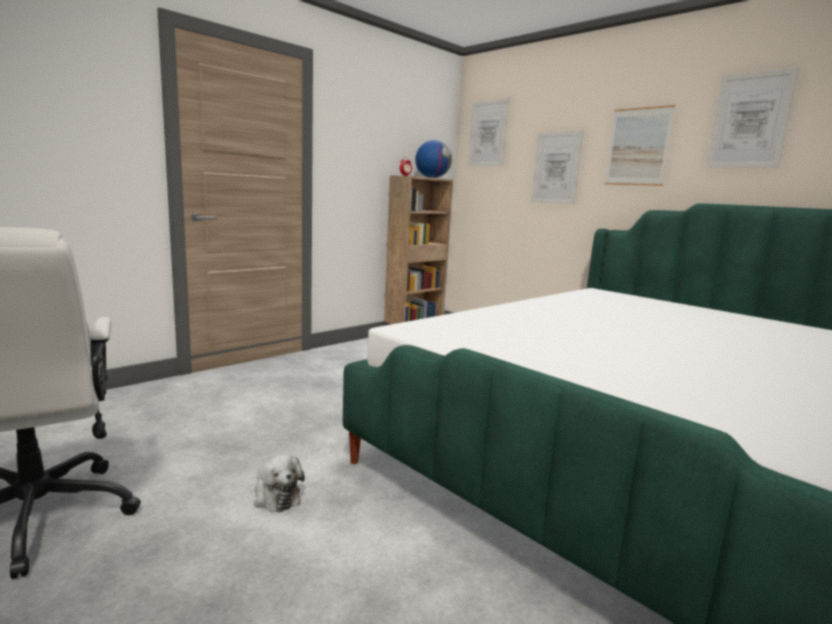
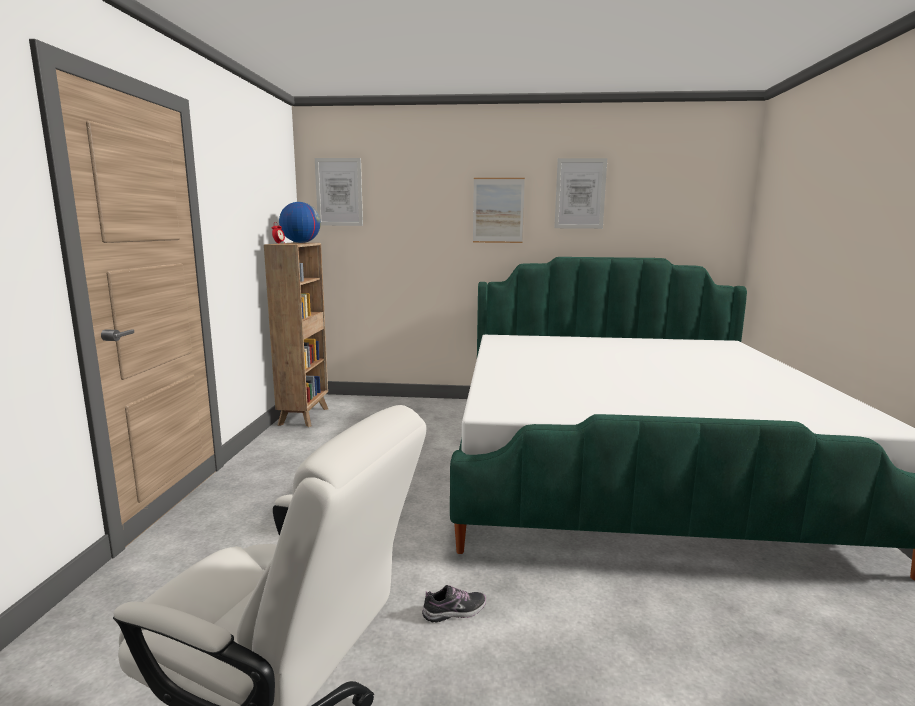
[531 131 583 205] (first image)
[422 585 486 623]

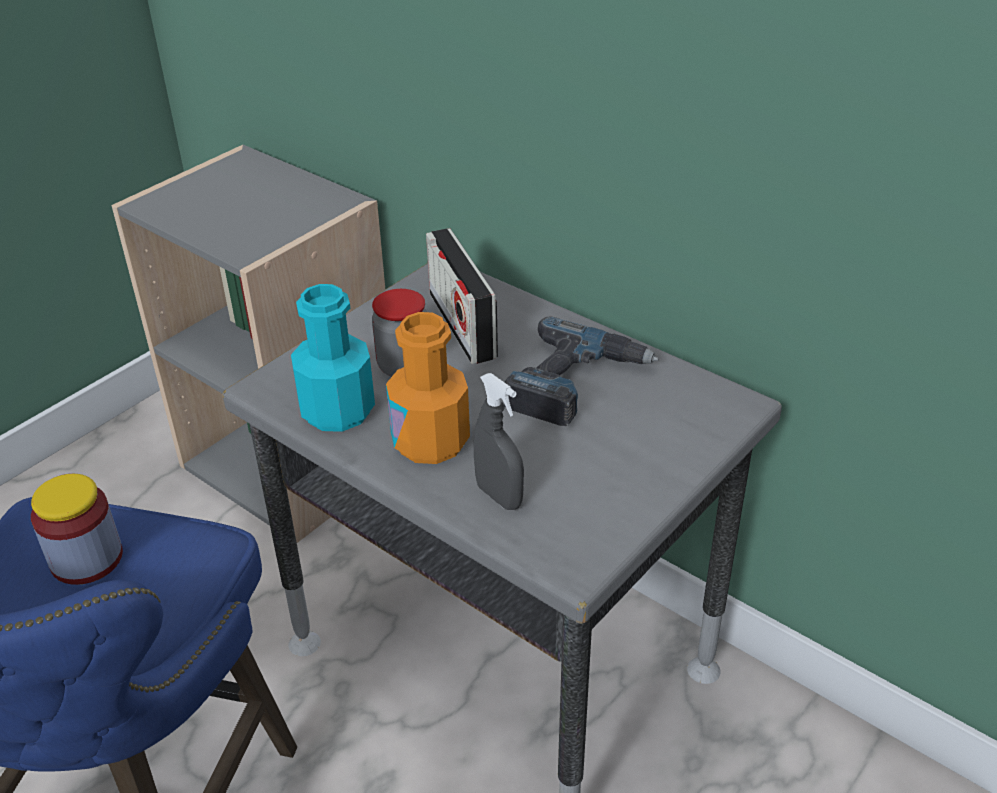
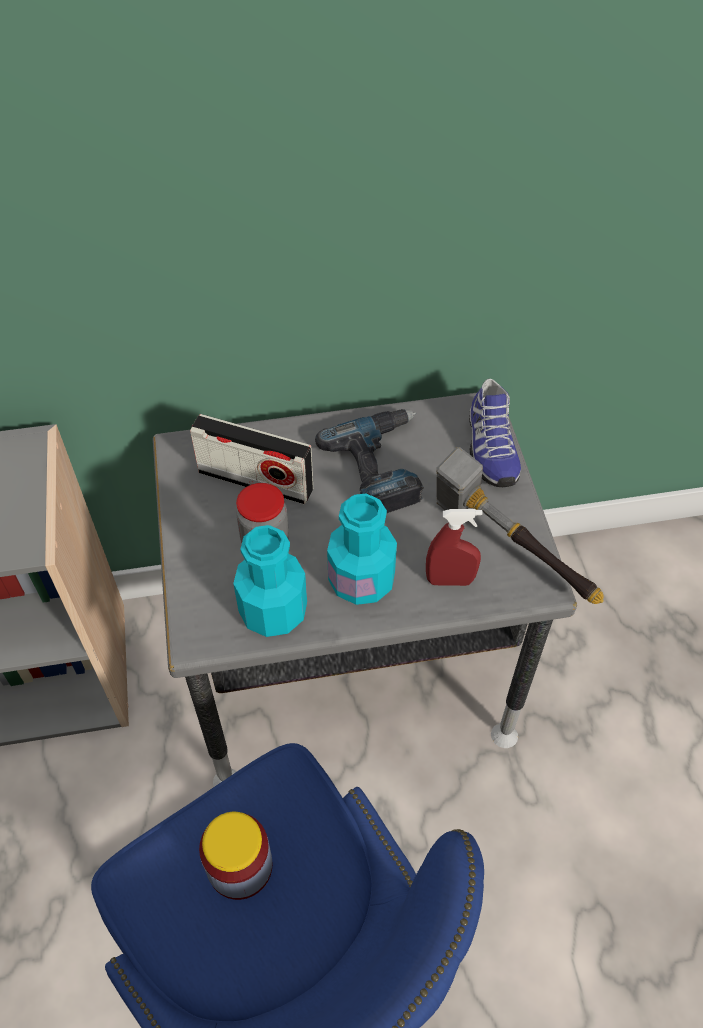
[327 494 397 605]
[426 509 482 586]
[469 379 521 487]
[436 447 604 604]

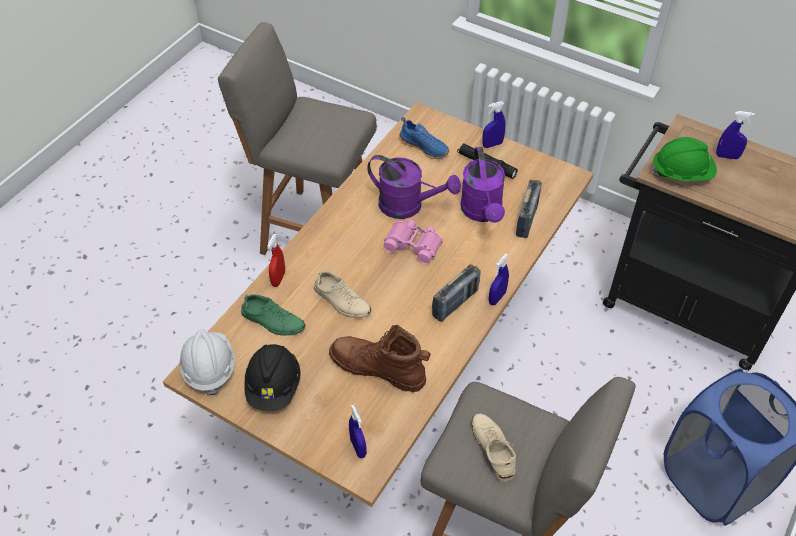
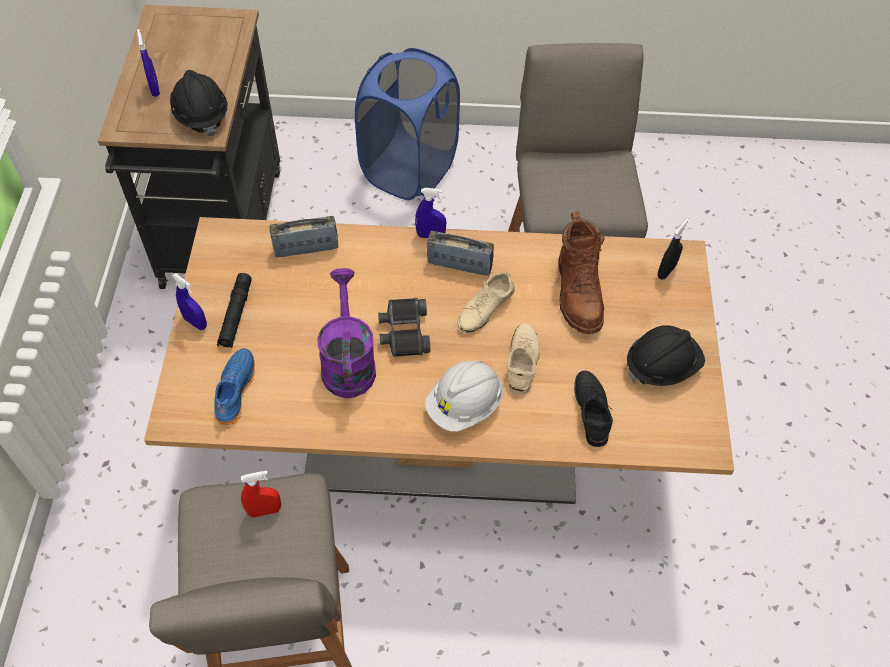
[170 70 227 136]
[460 147 505 223] (first image)
[378 298 430 357]
[241 471 281 518]
[574 371 613 447]
[425 361 503 432]
[658 218 689 279]
[457 271 514 334]

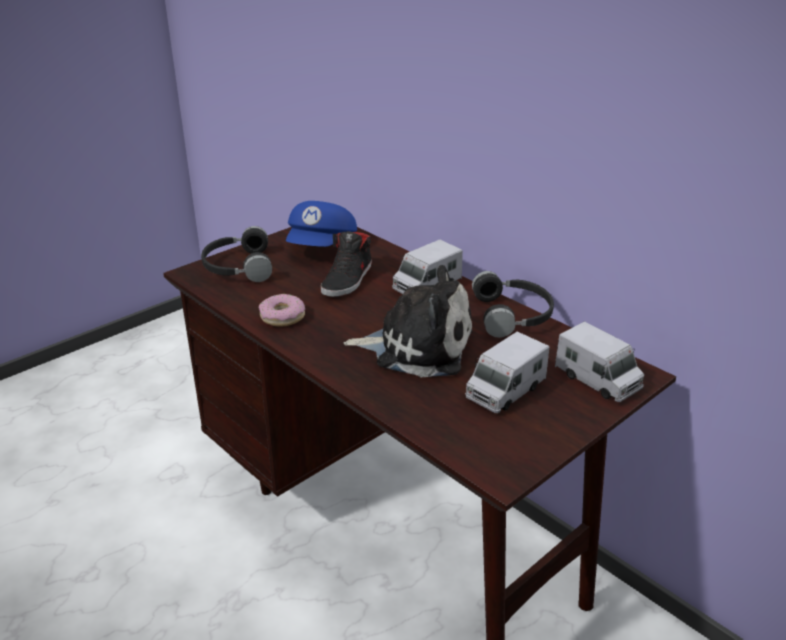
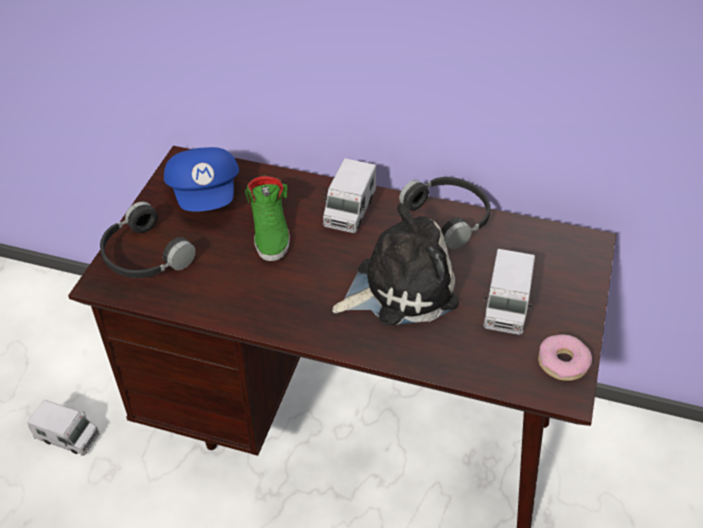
[245 176 290 261]
[538 334 592 381]
[27 400 100 456]

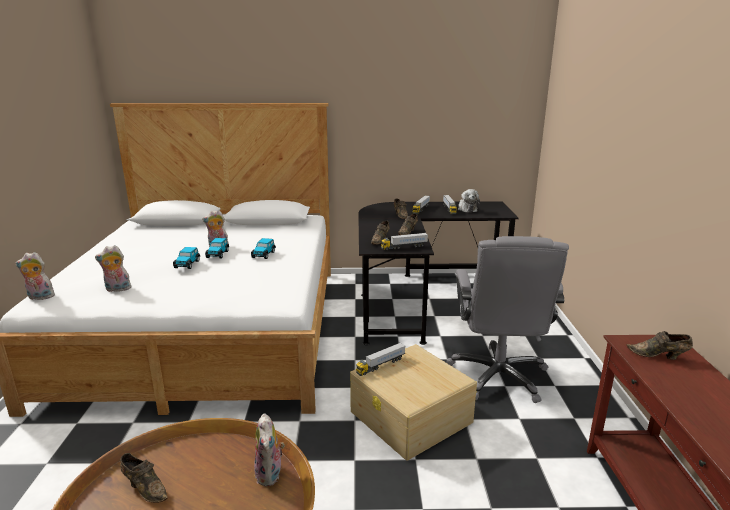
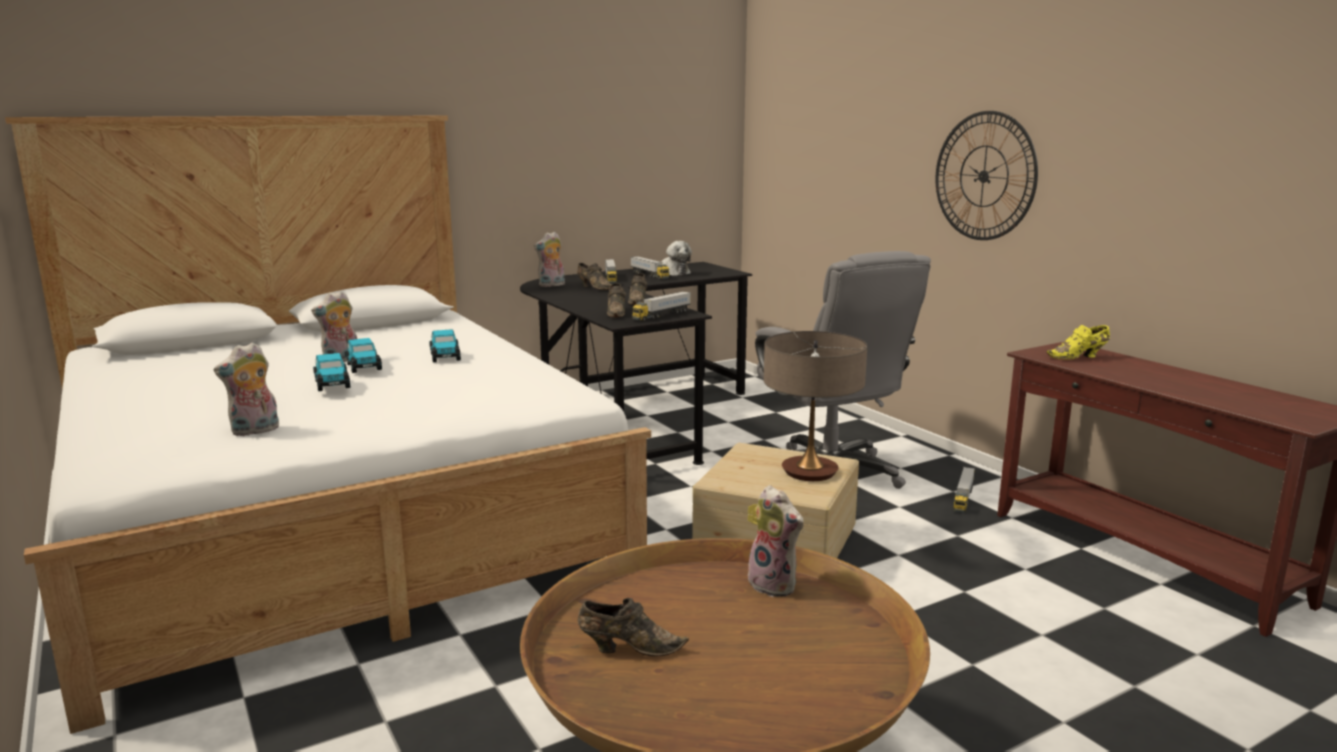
[534 232 565 287]
[1047 325 1110 359]
[953 467 975 513]
[935 111 1038 240]
[764 331 867 481]

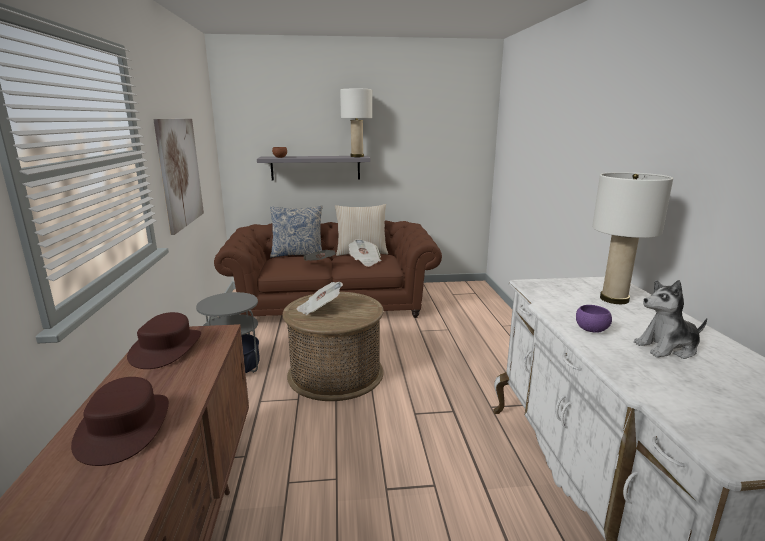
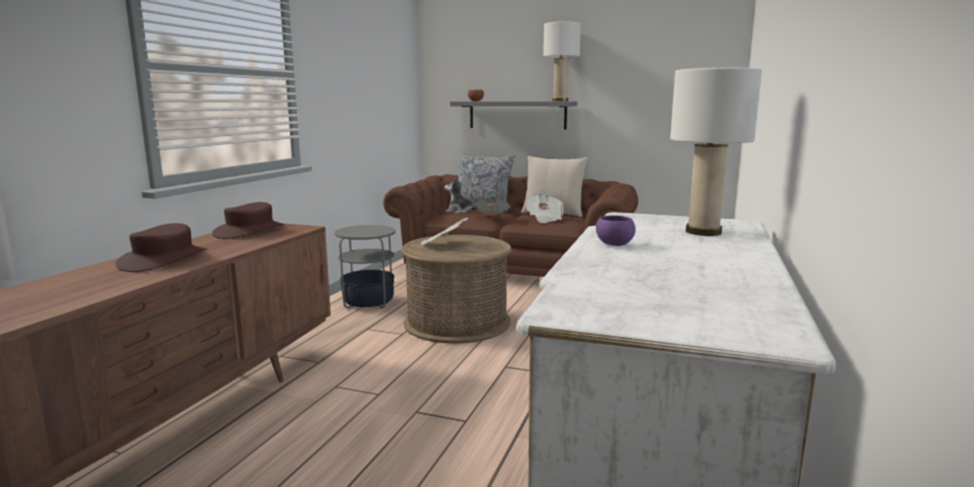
[153 119 204 235] (first image)
[444 177 476 213]

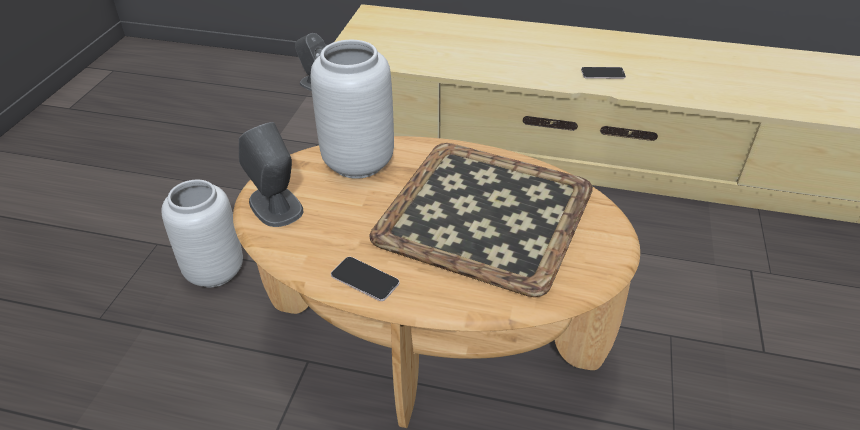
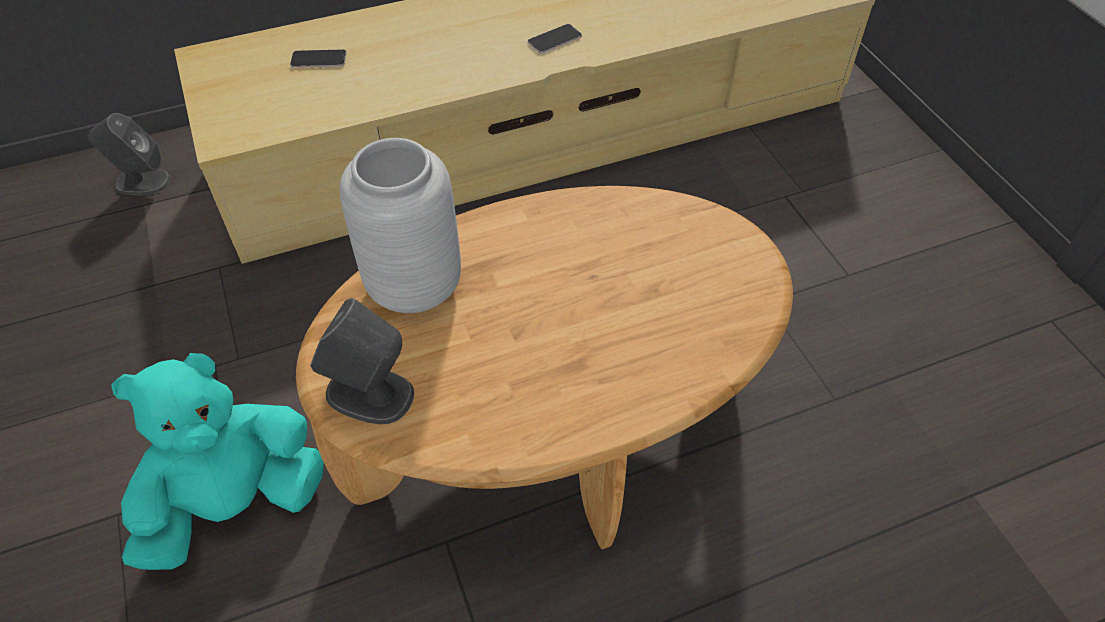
[369 143 593 297] (first image)
[111 353 324 570]
[290 49 347 68]

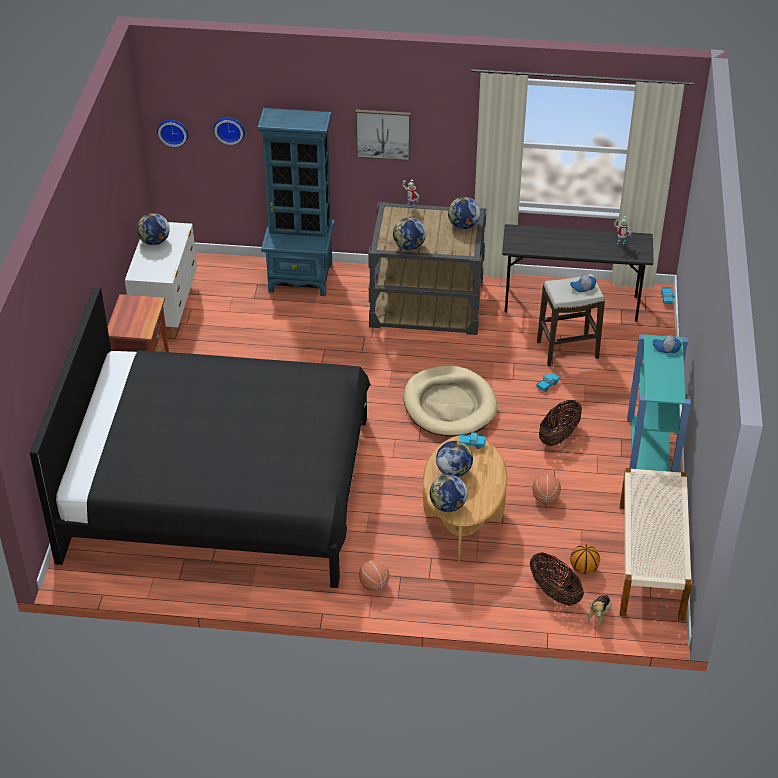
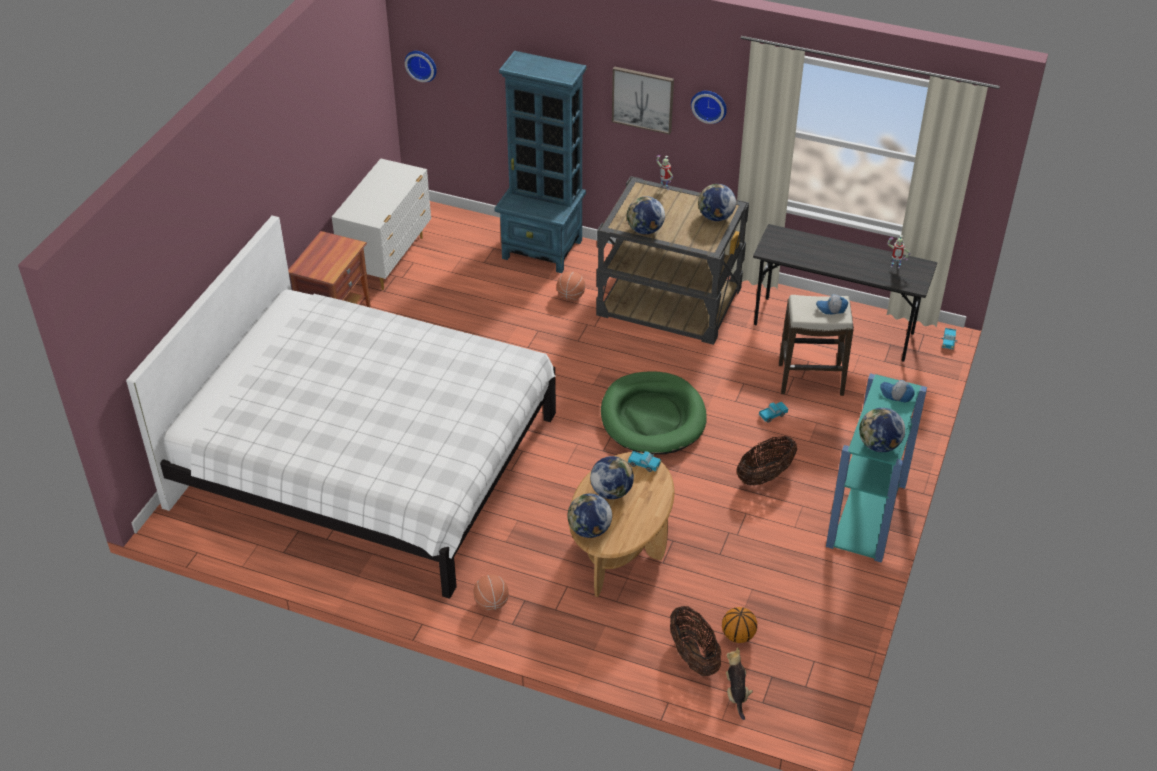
[691 91 727 124]
[859 408 905 452]
[126 215 556 599]
[601 371 706 454]
[620 468 692 621] (first image)
[557 271 585 301]
[726 647 753 720]

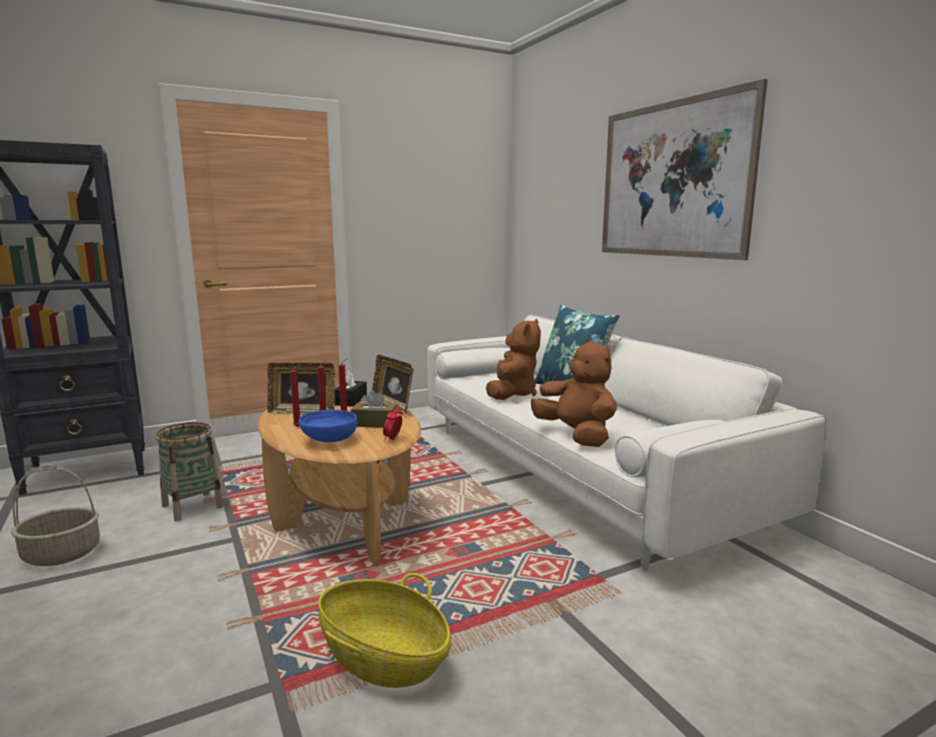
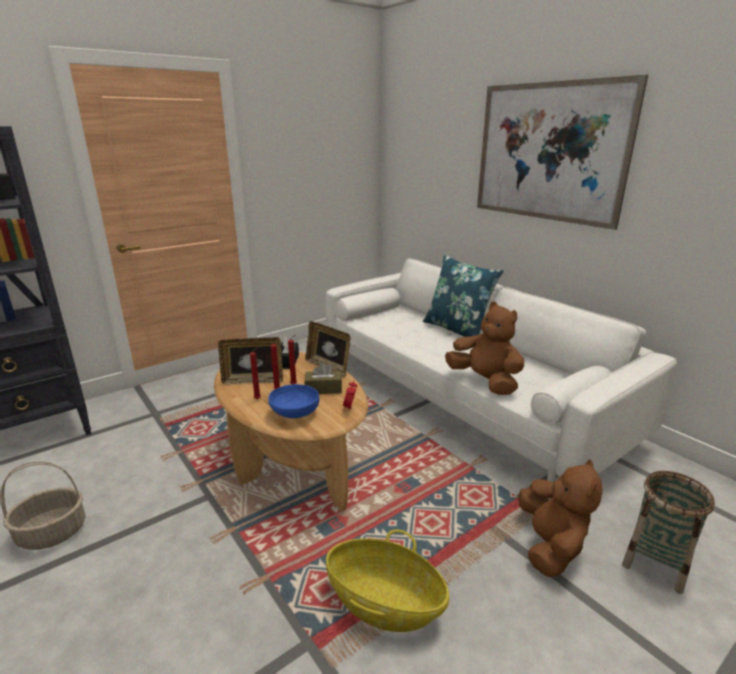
[519 459 602 577]
[622 471 715 594]

